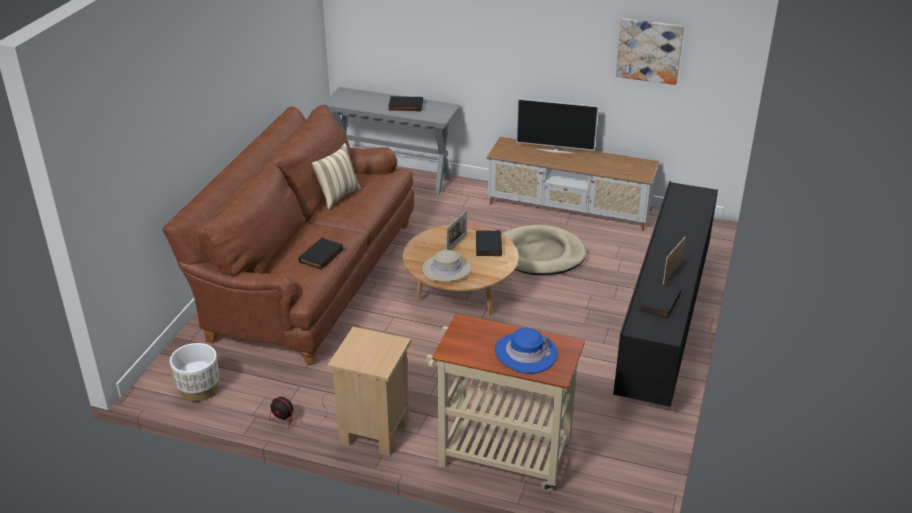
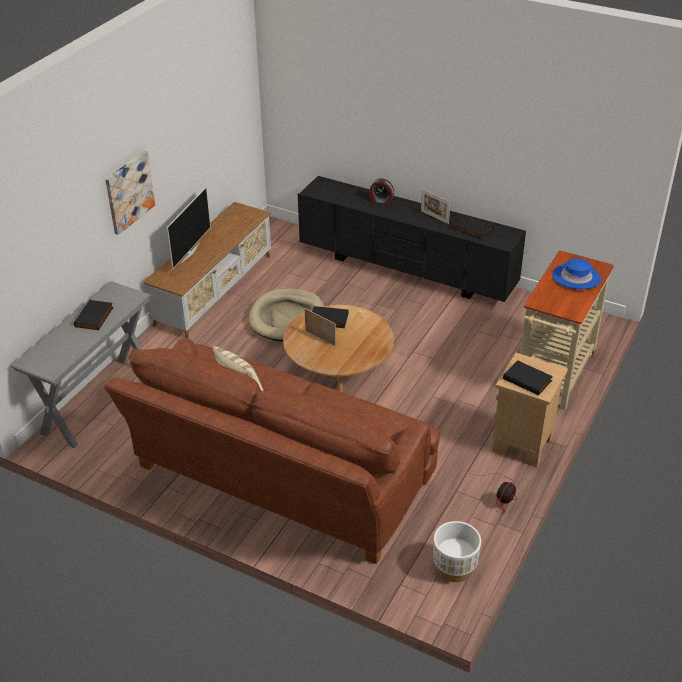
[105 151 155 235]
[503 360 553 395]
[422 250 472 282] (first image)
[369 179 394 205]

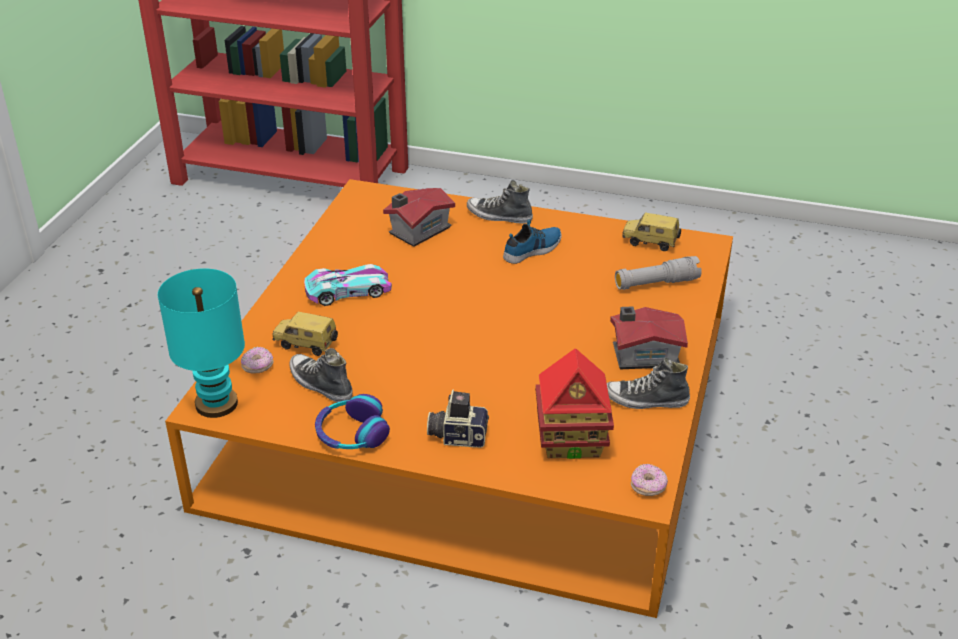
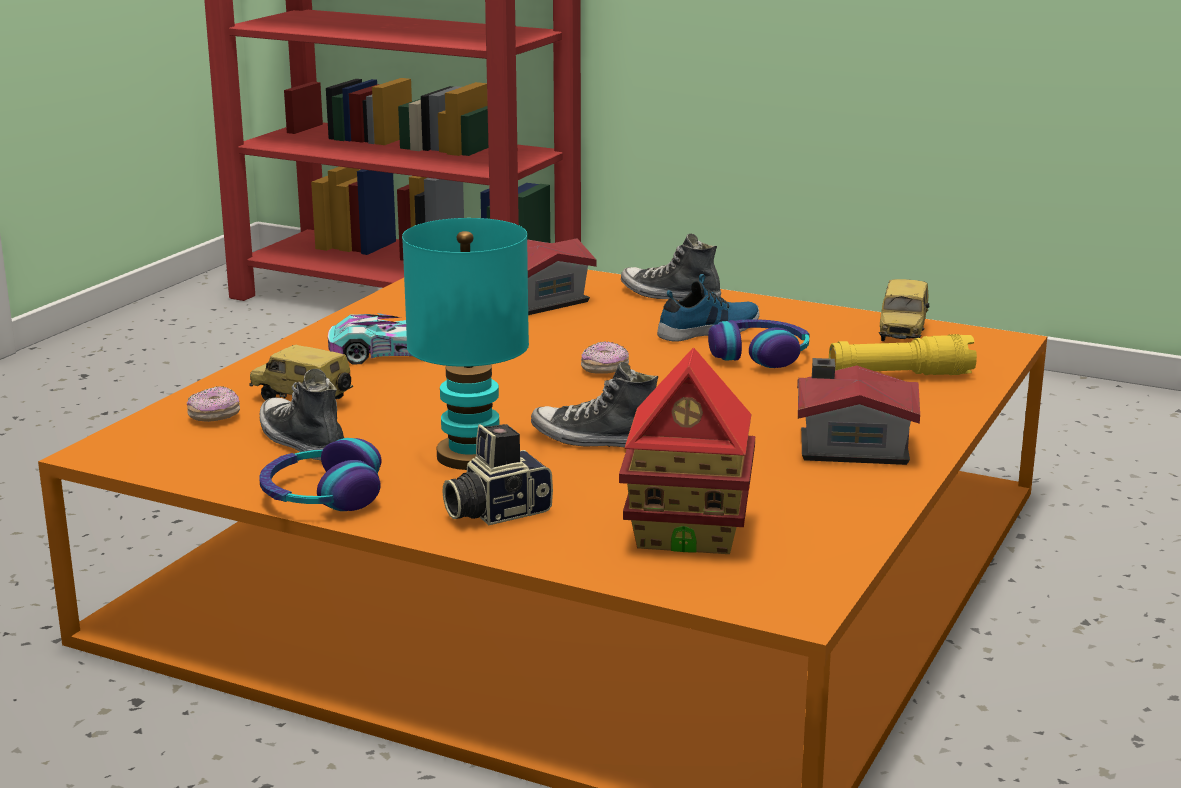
[879 279 929 341]
[829 334 977 375]
[402 218 529 470]
[531 362 658 447]
[442 424 553 525]
[581 341 629 374]
[708 319 810 368]

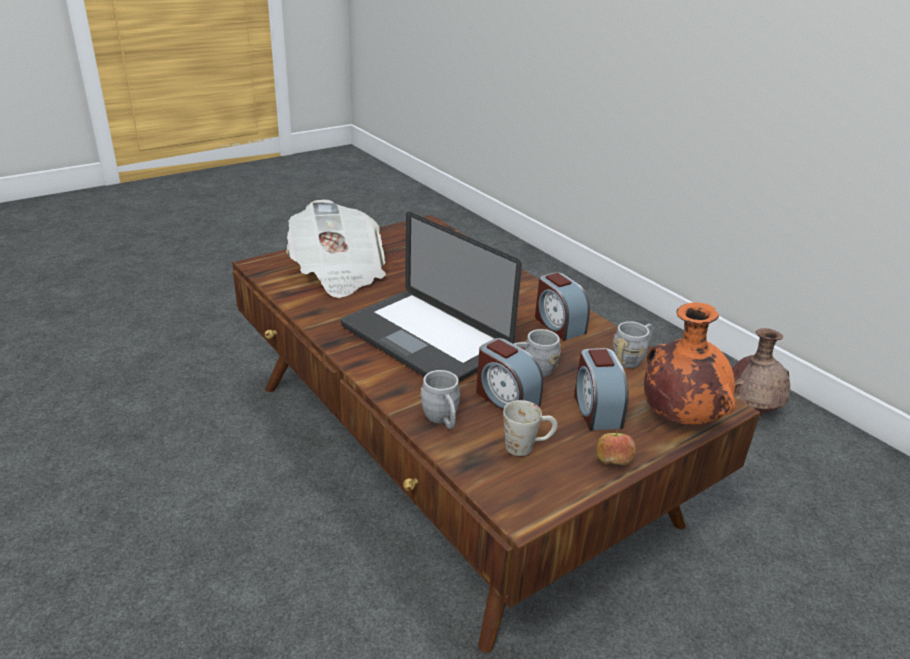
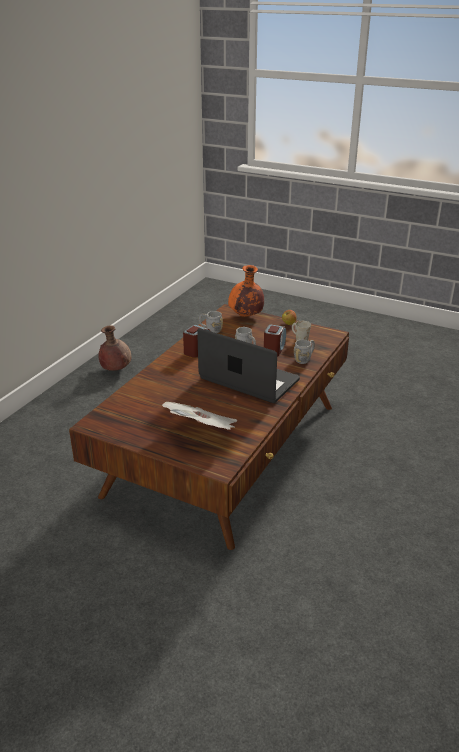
[197 328 300 403]
[574 348 629 430] (first image)

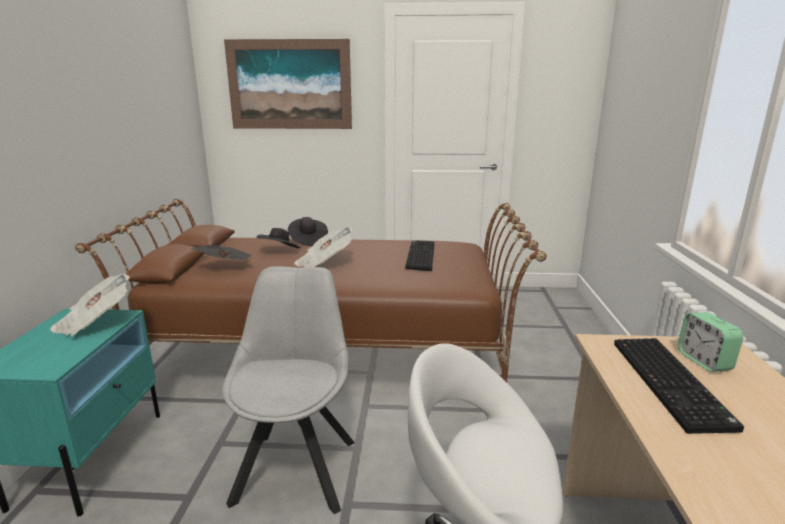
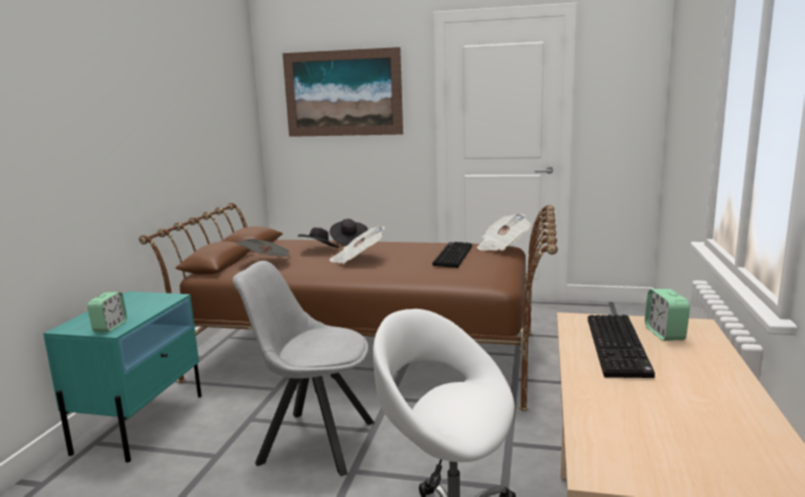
[232 261 374 476]
[477 213 531 251]
[87 292 127 332]

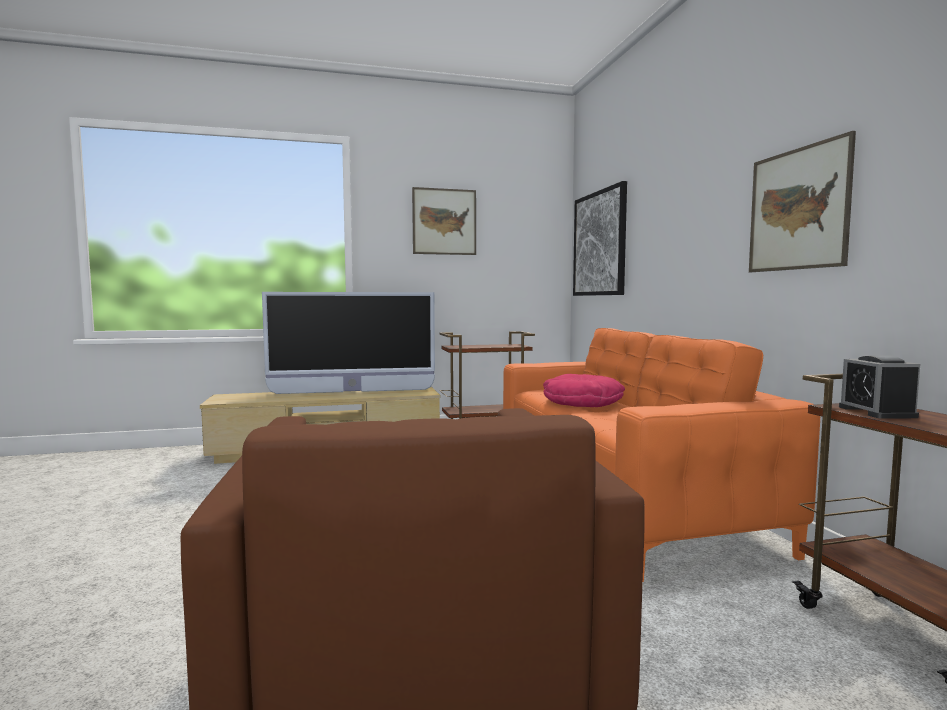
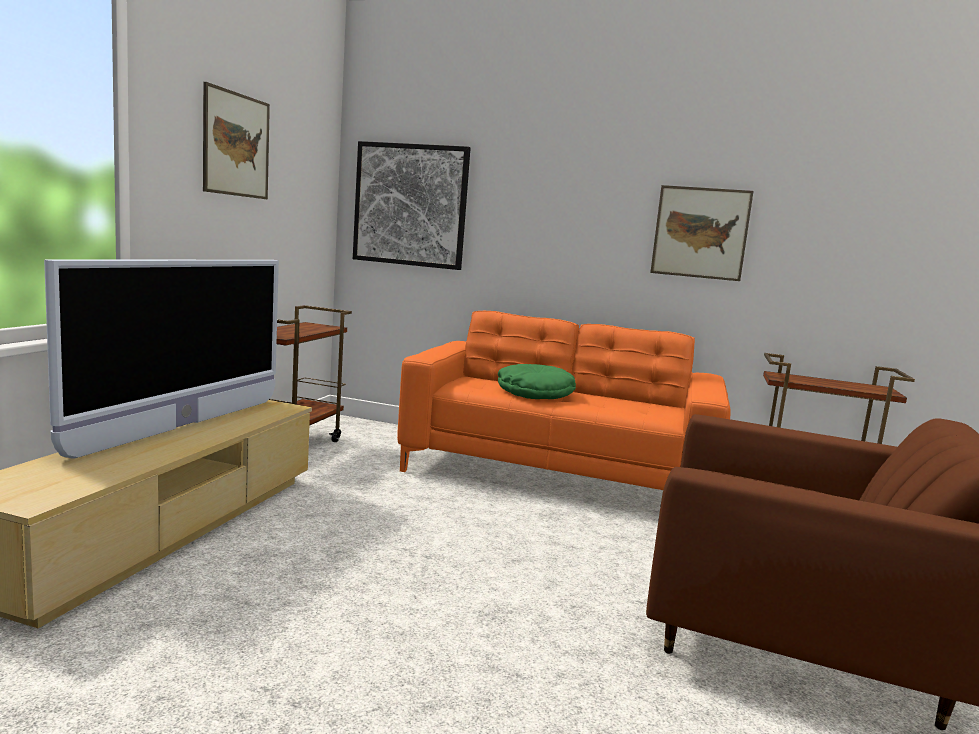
[839 355 920 419] (first image)
[498 364 576 399]

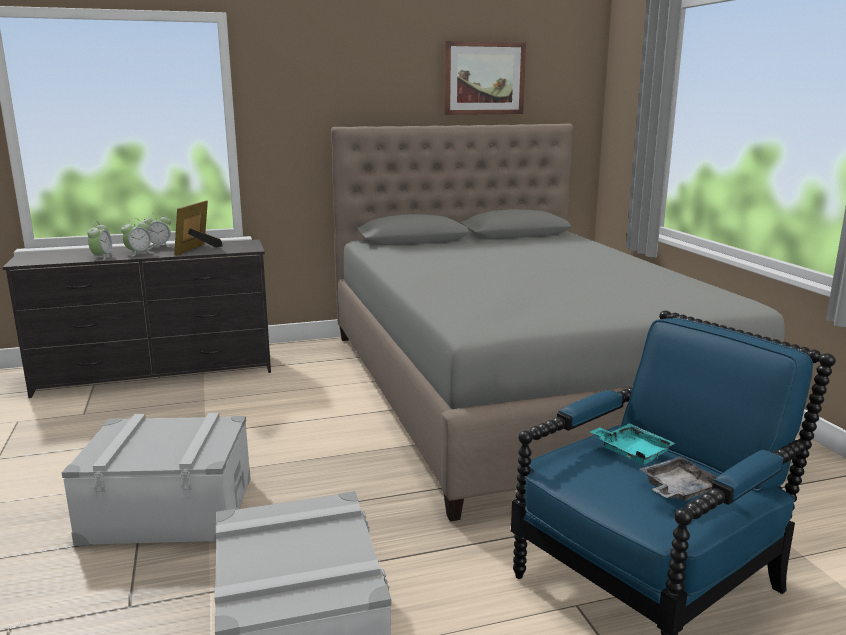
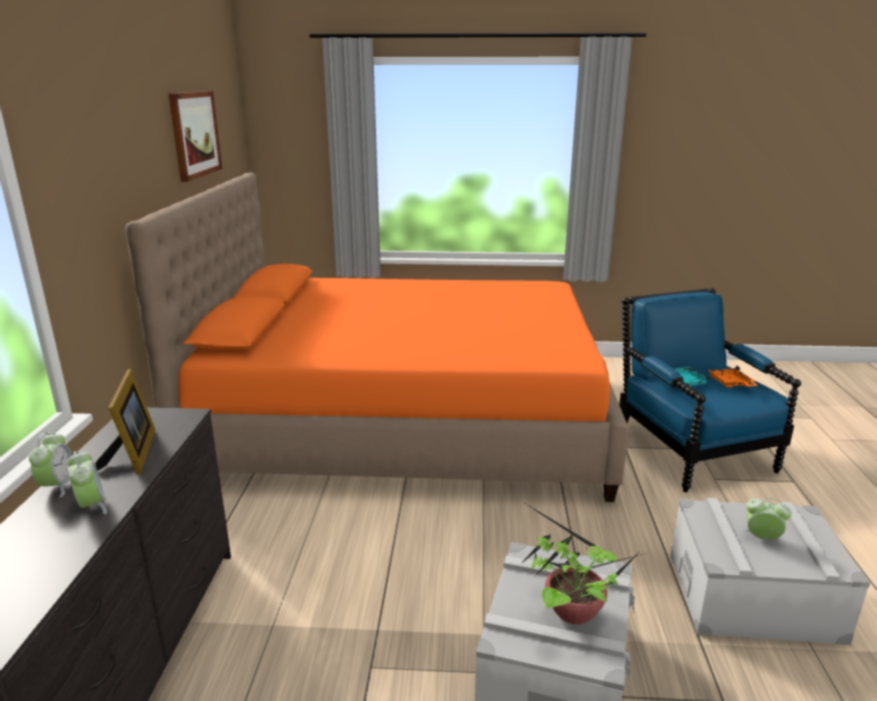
[125 172 629 502]
[96 369 155 475]
[744 498 792 540]
[708 366 758 388]
[521 504 647 624]

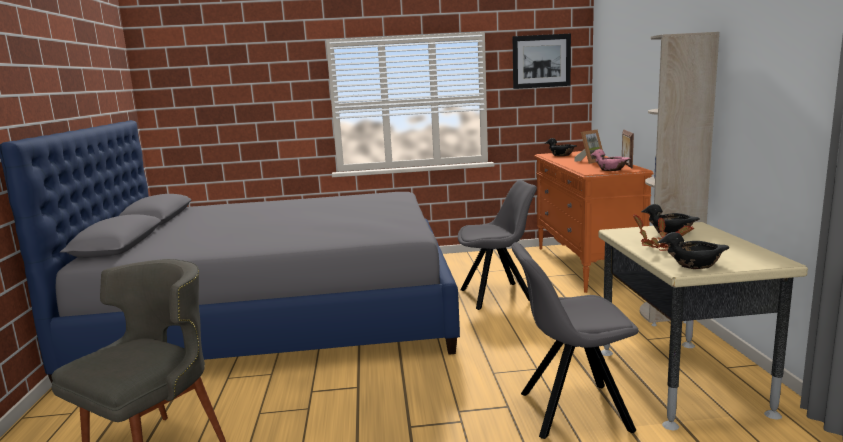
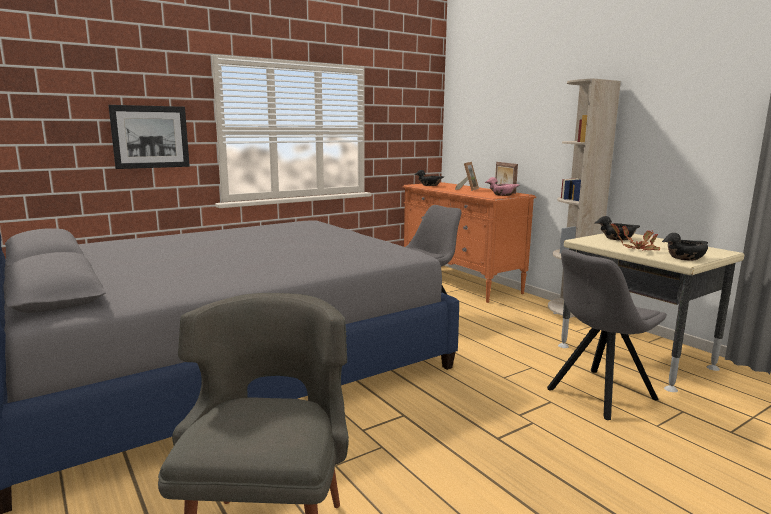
[108 105 190 169]

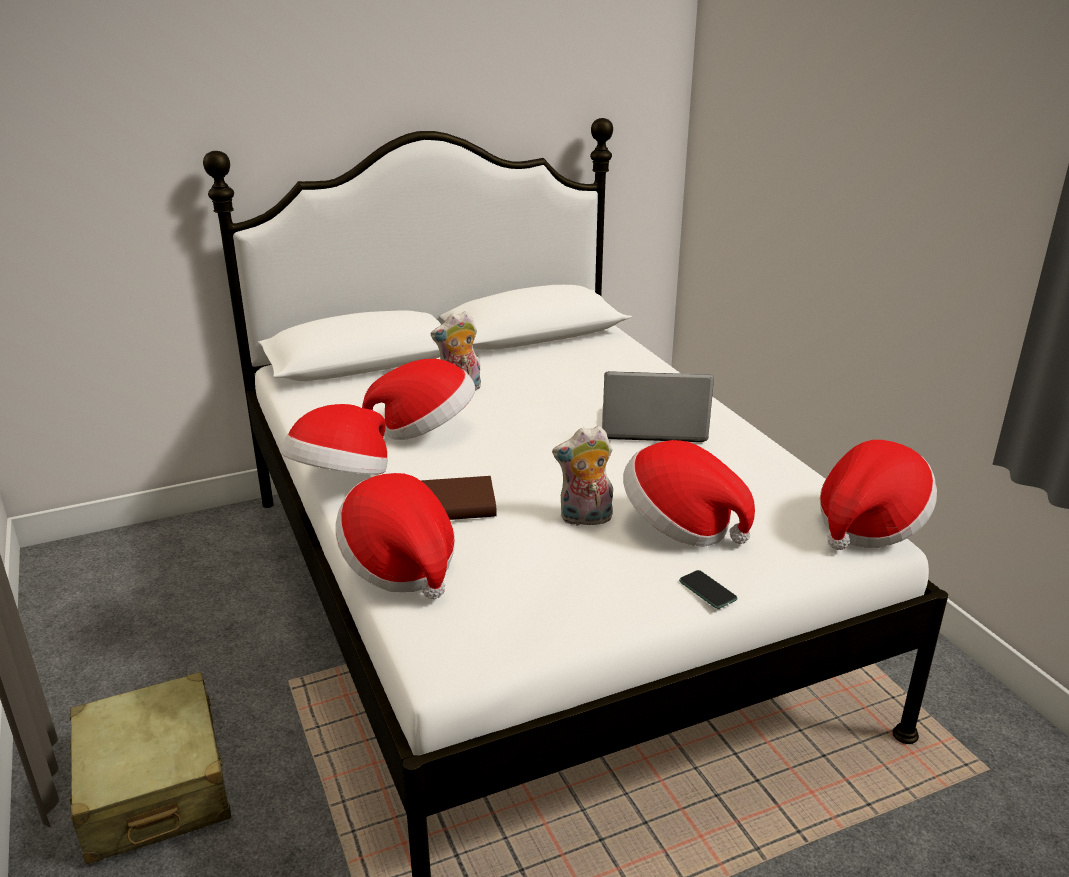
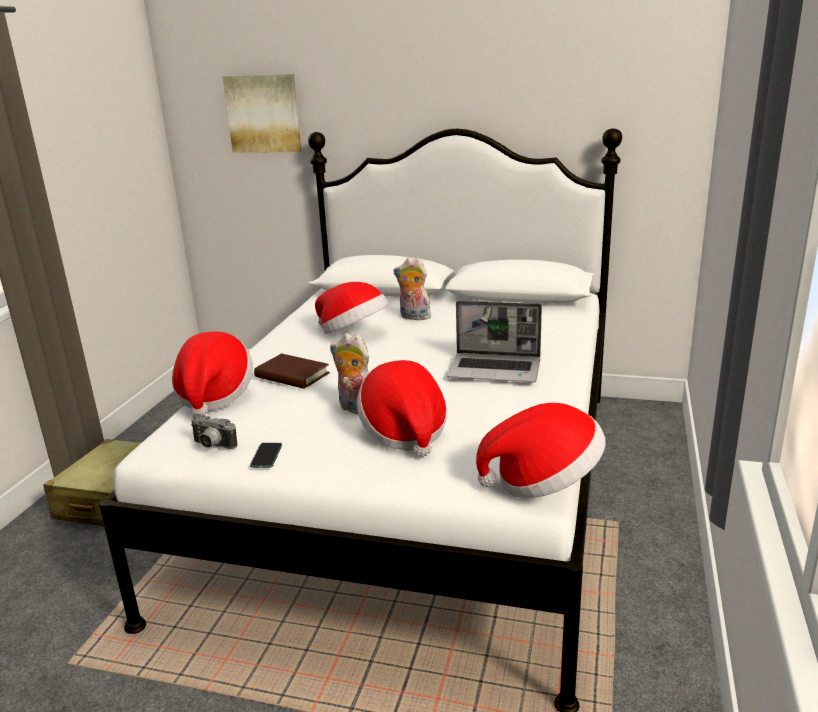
[447 301 542 382]
[281 404 388 475] (first image)
[250 443 282 468]
[223 74 301 153]
[190 413 237 449]

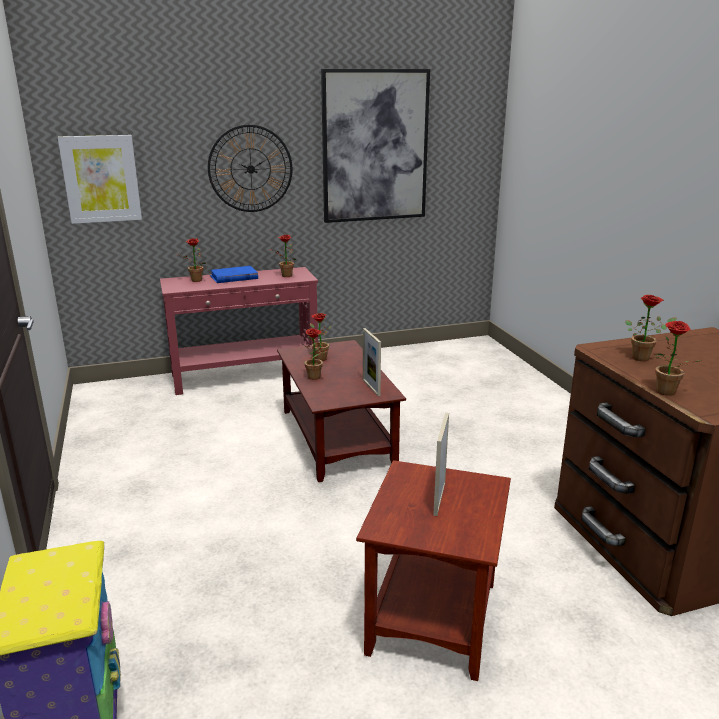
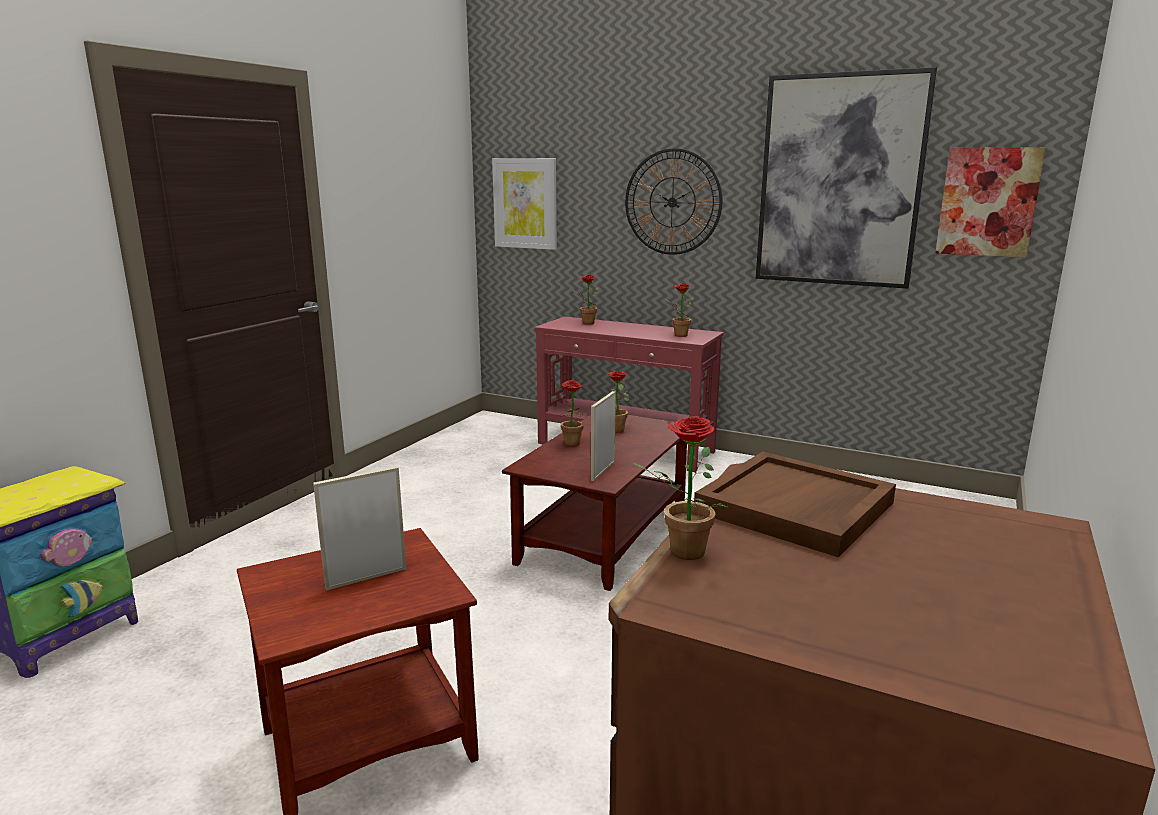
[210 266 258 283] (first image)
[694 451 896 557]
[935 147 1046 258]

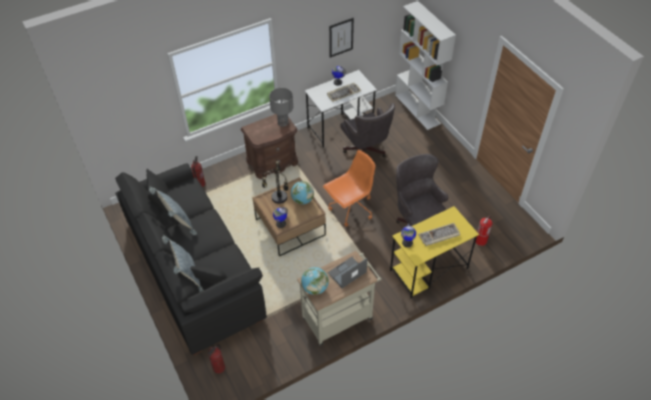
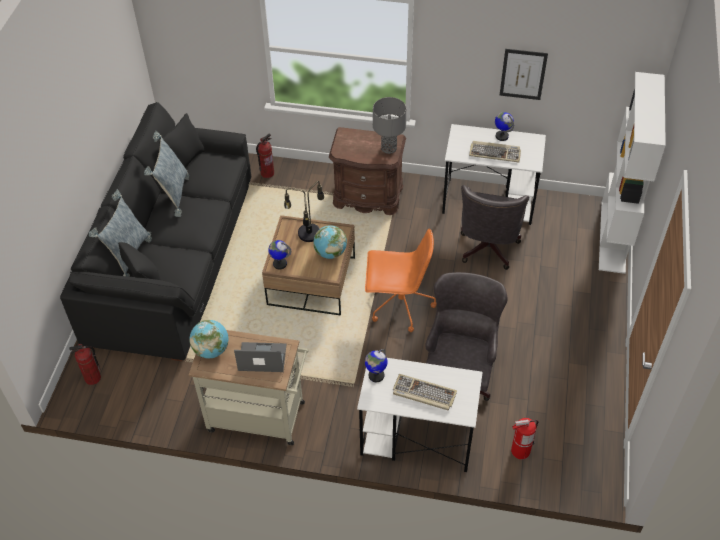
[357 358 483 472]

